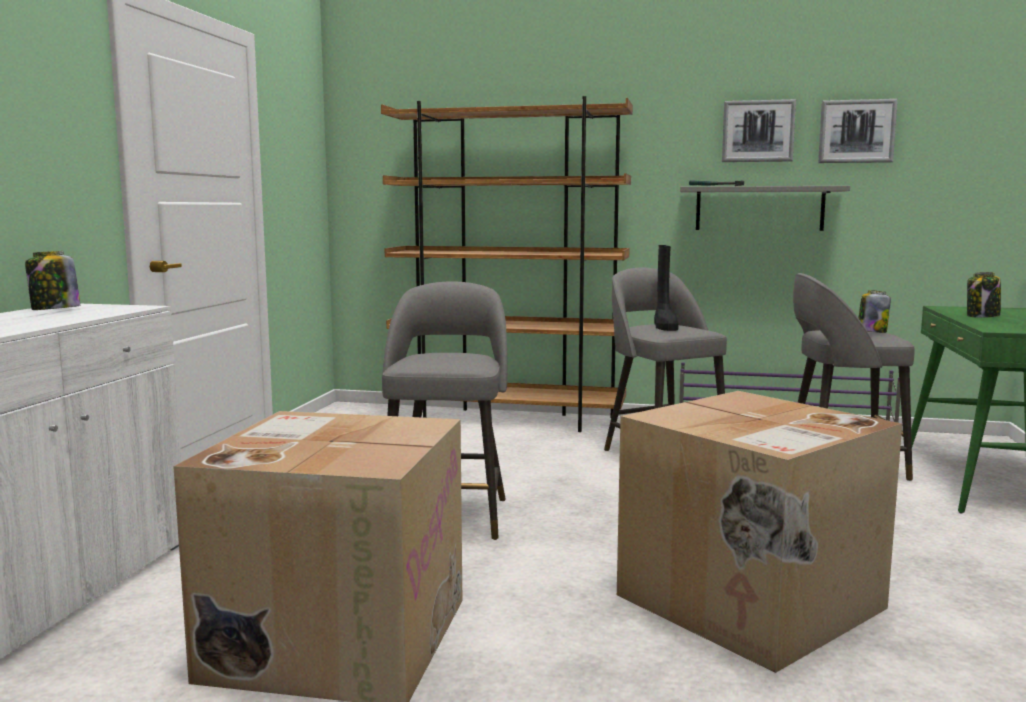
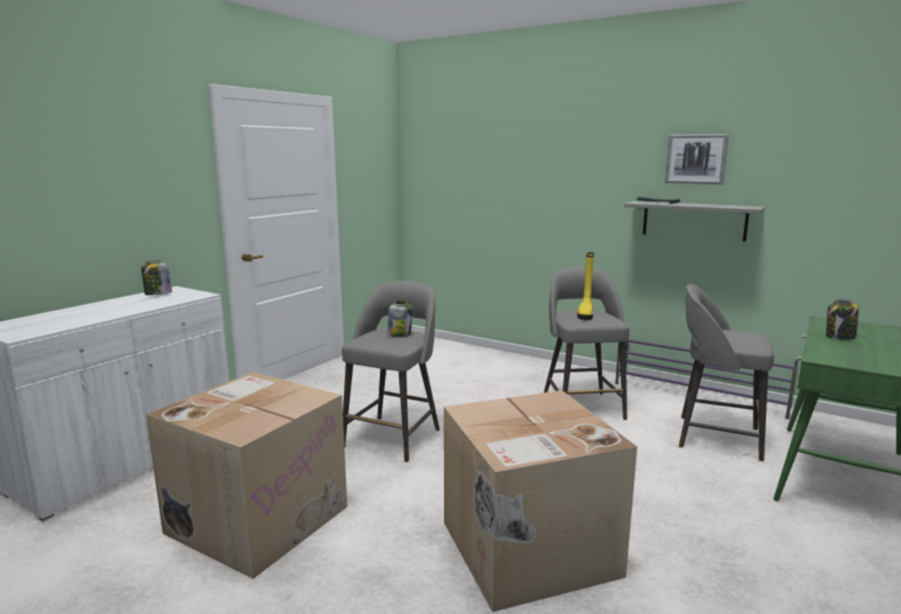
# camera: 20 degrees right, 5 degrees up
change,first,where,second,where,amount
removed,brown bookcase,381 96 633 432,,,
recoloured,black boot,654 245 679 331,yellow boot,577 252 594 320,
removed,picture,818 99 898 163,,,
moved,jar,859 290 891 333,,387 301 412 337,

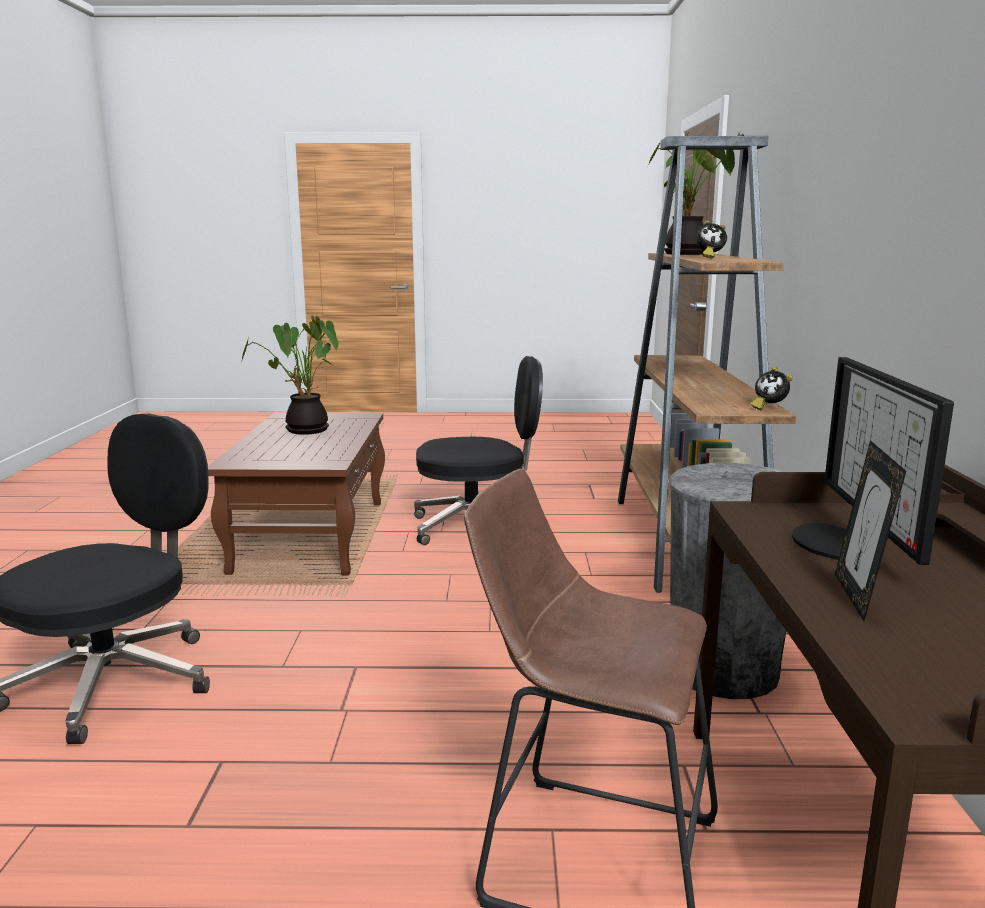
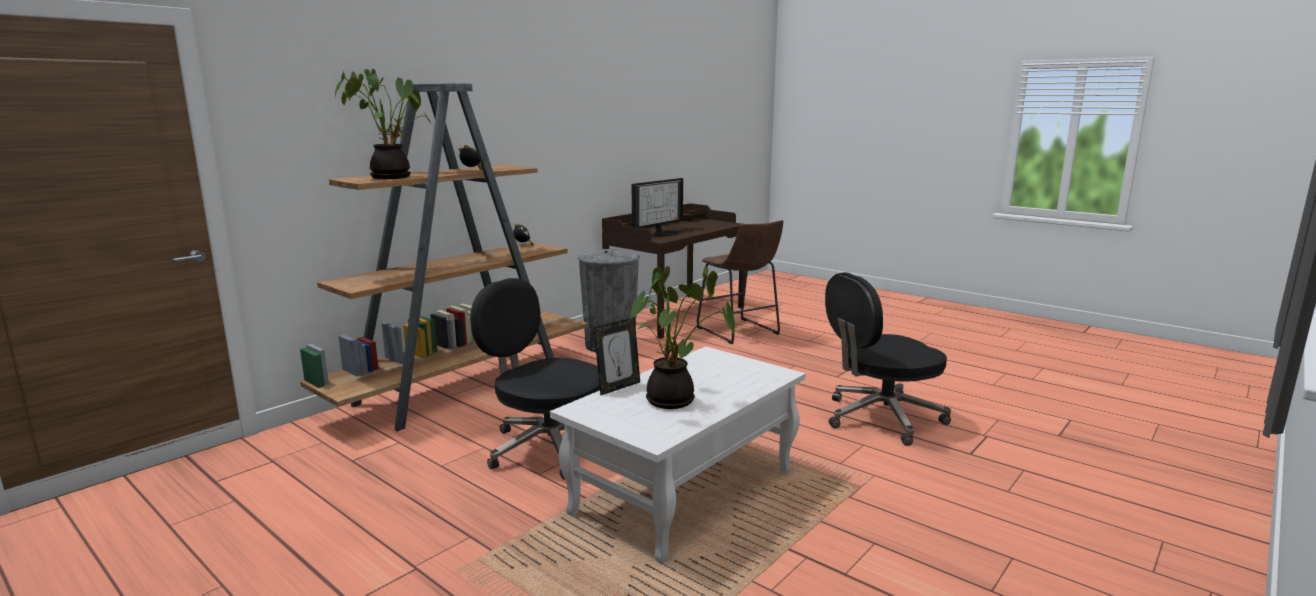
# camera: 140 degrees left, 0 degrees up
change,first,where,second,where,amount
recoloured,brown coffee table,208 413 385 575,white coffee table,550 346 806 563,
moved,picture frame,835 440 906 621,,594 317 640 396,

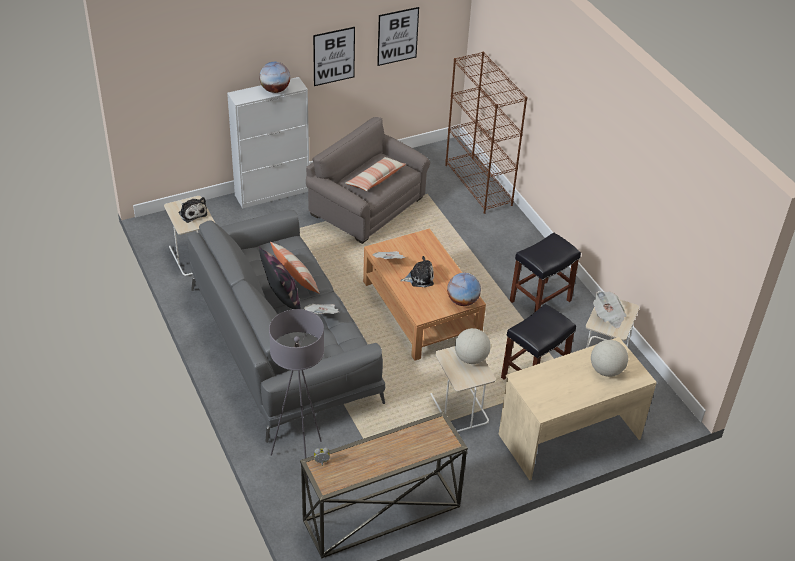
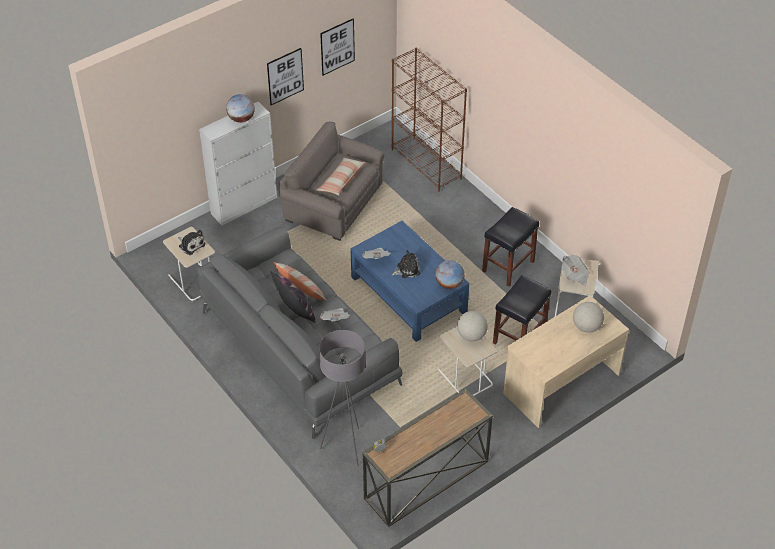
# camera: 10 degrees left, 5 degrees up
change,first,where,second,where,amount
recoloured,brown coffee table,363 228 486 361,blue coffee table,350 221 470 342,

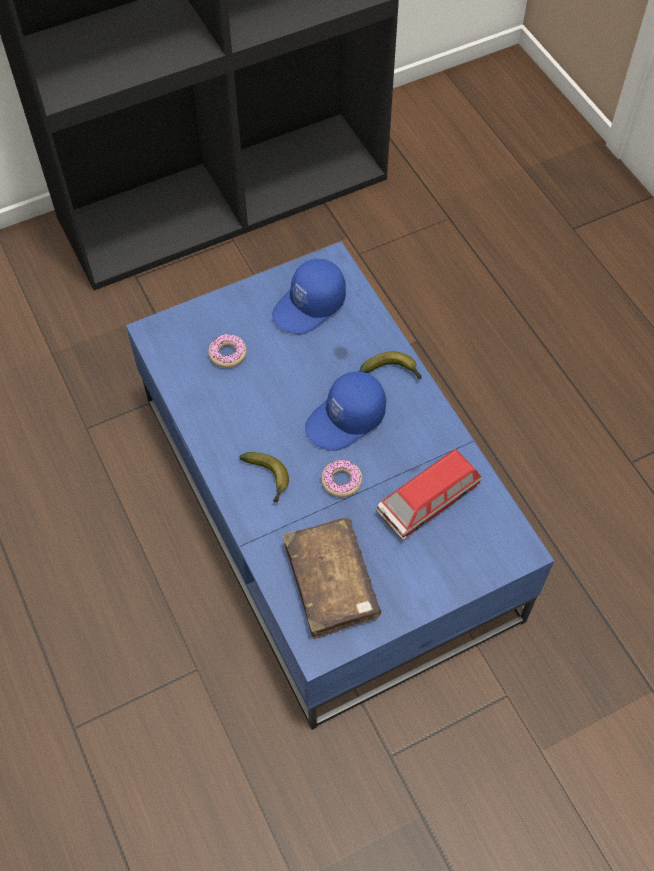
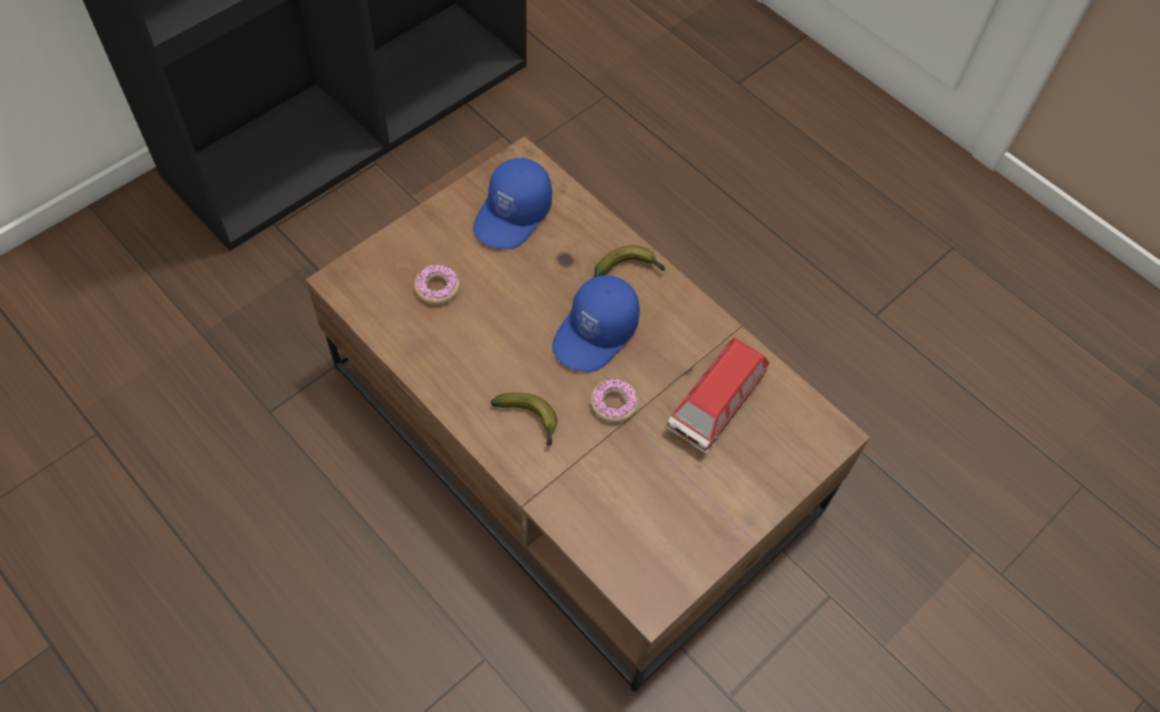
# camera: 20 degrees left, 0 degrees up
change,first,where,second,where,amount
recoloured,blue coffee table,126 242 554 730,brown coffee table,306 136 870 692,
removed,brown book,283 518 381 640,,,

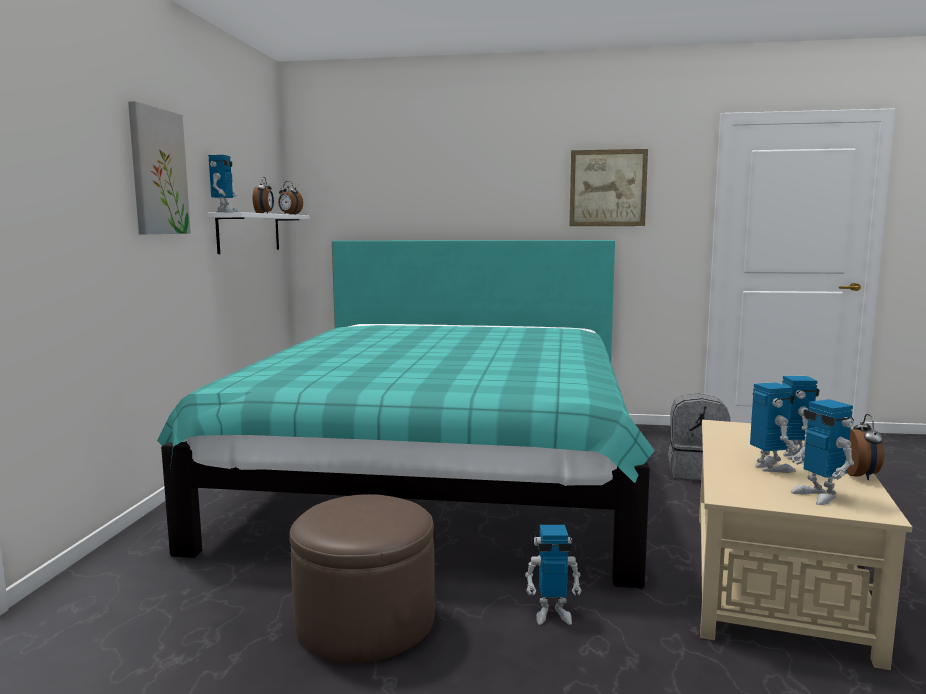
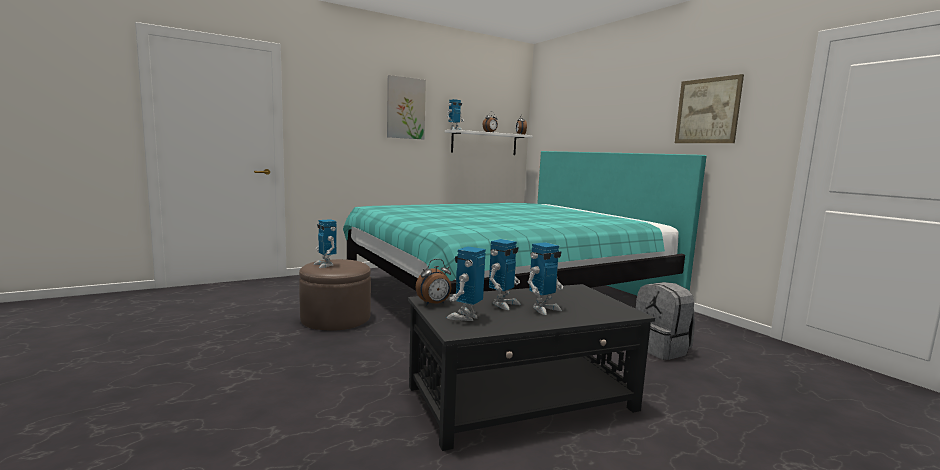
# camera: 50 degrees right, 0 degrees up
change,first,where,second,where,amount
moved,toy robot,525 525 582 625,,313 219 337 268,
recoloured,beige coffee table,699 420 912 670,black coffee table,408 284 655 451,
moved,alarm clock,847 414 884 480,,416 259 451 306,

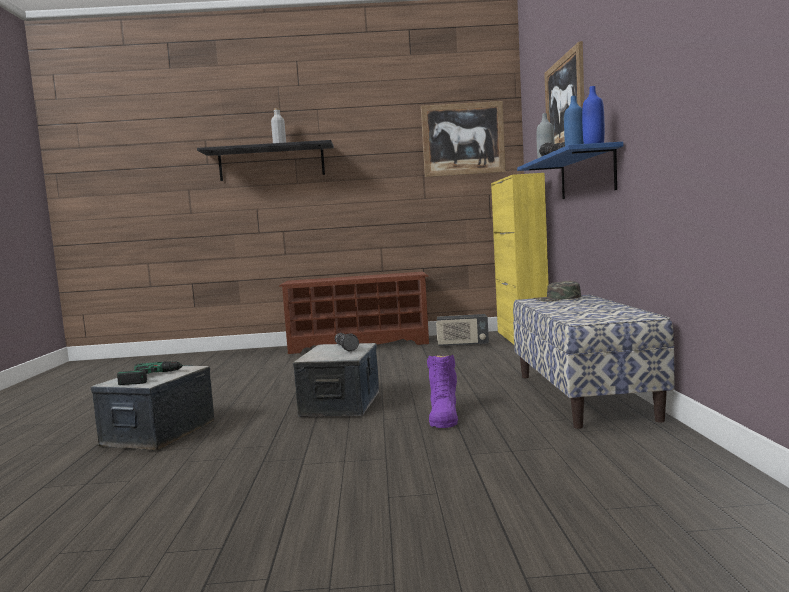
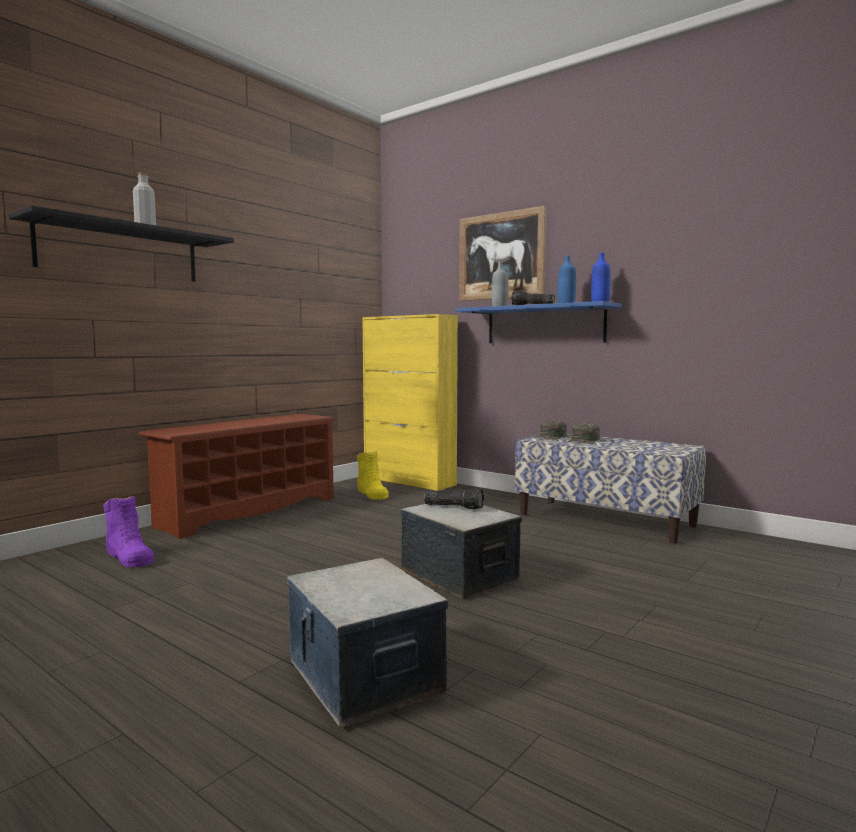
# camera: 50 degrees left, 0 degrees up
change,first,where,second,where,amount
removed,power drill,117 361 190 385,,,
removed,picture,421 101 506 177,,,
moved,purple boot,427 355 458 428,,104 495 154 568,
replaced,radio,436 314 489 347,yellow boot,357 451 389 500,
added,,,green cap,568 423 600 444,

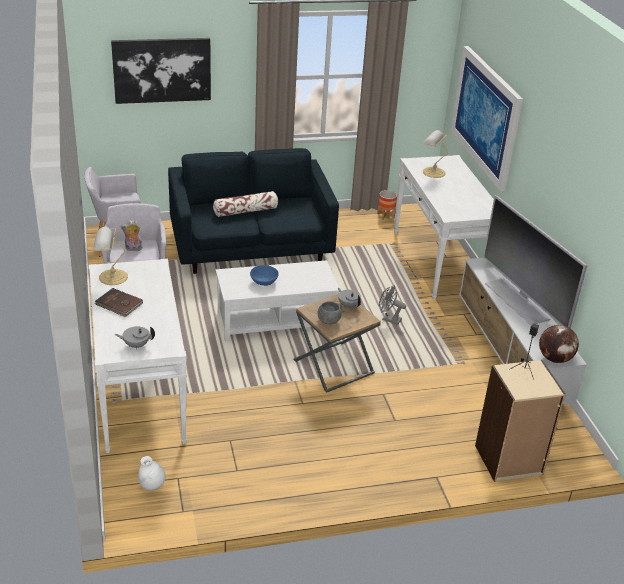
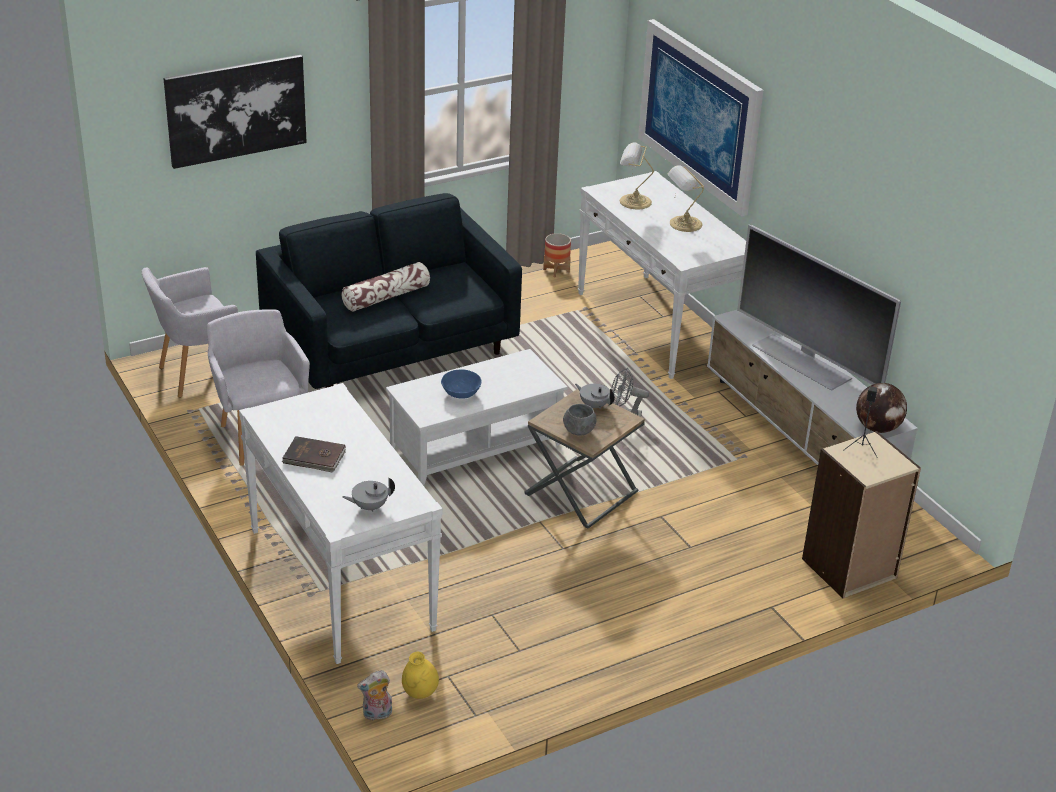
# camera: 15 degrees left, 0 degrees up
change,first,where,second,where,amount
moved,table lamp,93 227 128 285,,668 165 704 232,
moved,plush toy,121 220 143 251,,357 670 392 721,
recoloured,white vase,138 456 166 491,yellow vase,402 652 439 699,

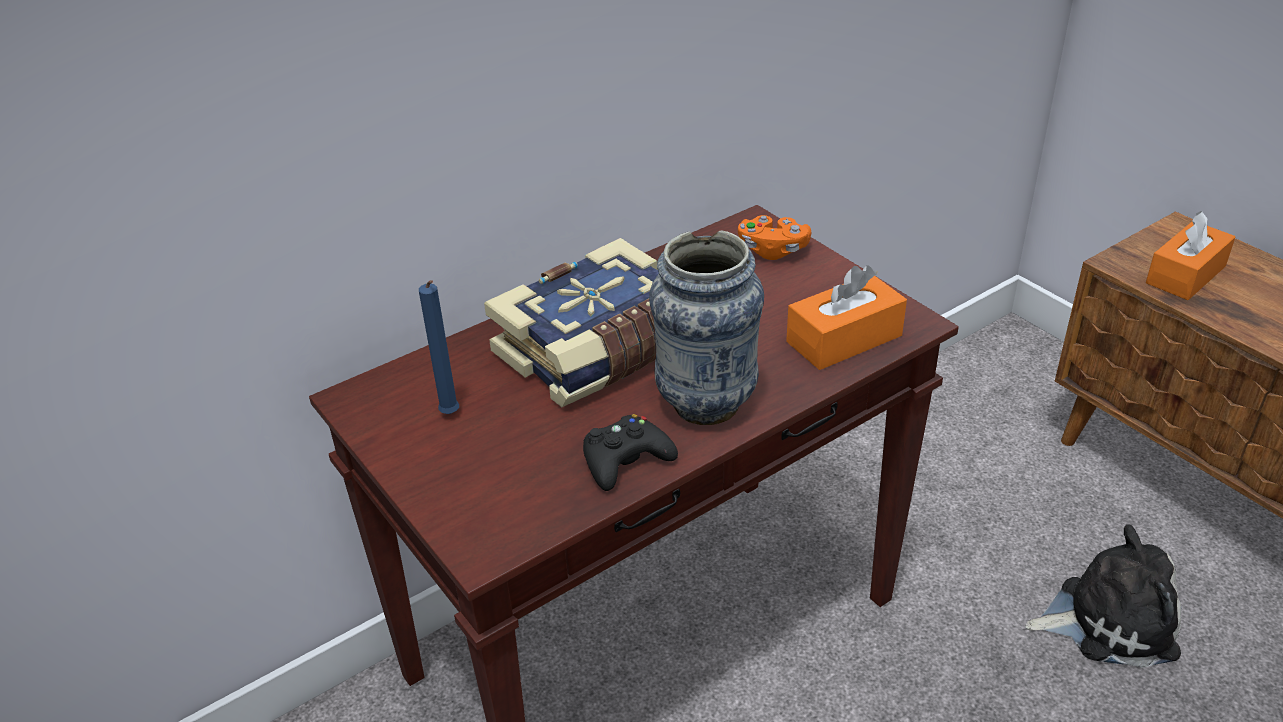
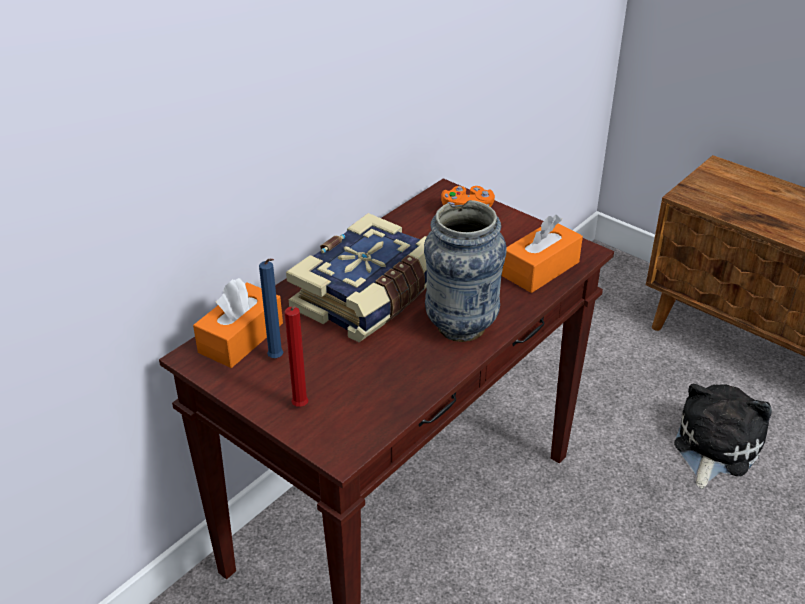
# camera: 15 degrees left, 0 degrees up
change,first,where,second,where,amount
removed,black game controller,583 414 678 491,,,
turned,plush toy,1025 524 1181 668,,674 384 772 489,45 degrees counterclockwise
moved,orange tissue box,1146 211 1235 300,,193 278 283 368,
added,,,red candle,285 306 308 407,

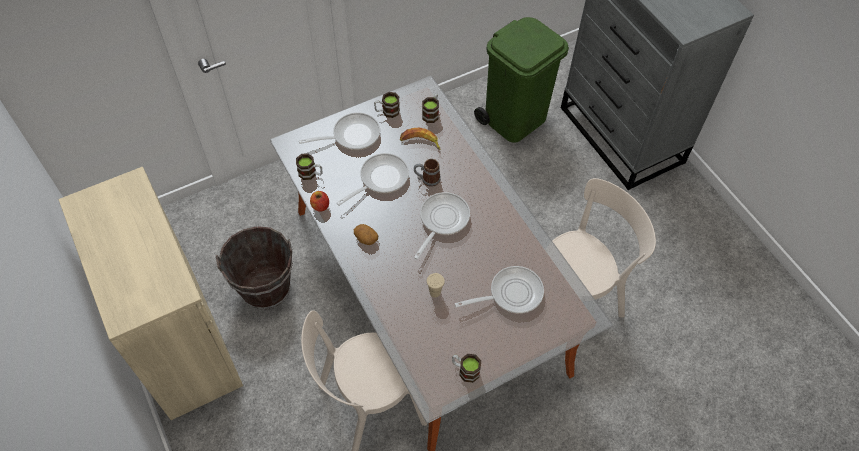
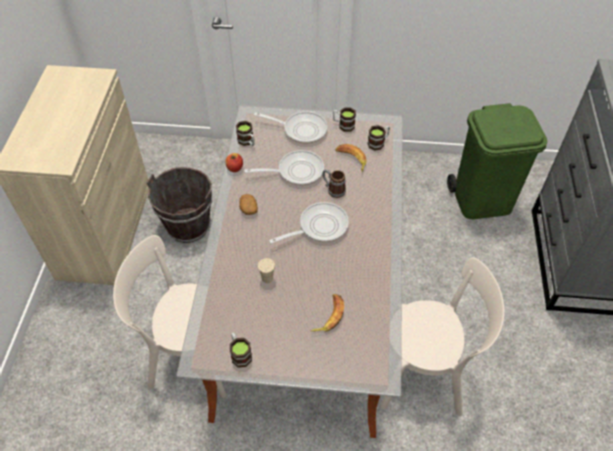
# camera: 35 degrees right, 5 degrees down
change,first,where,second,where,amount
replaced,frying pan,455 266 544 314,banana,311 294 344 332,

